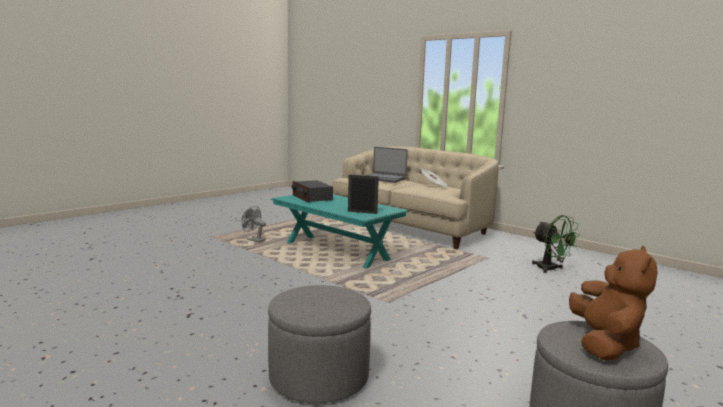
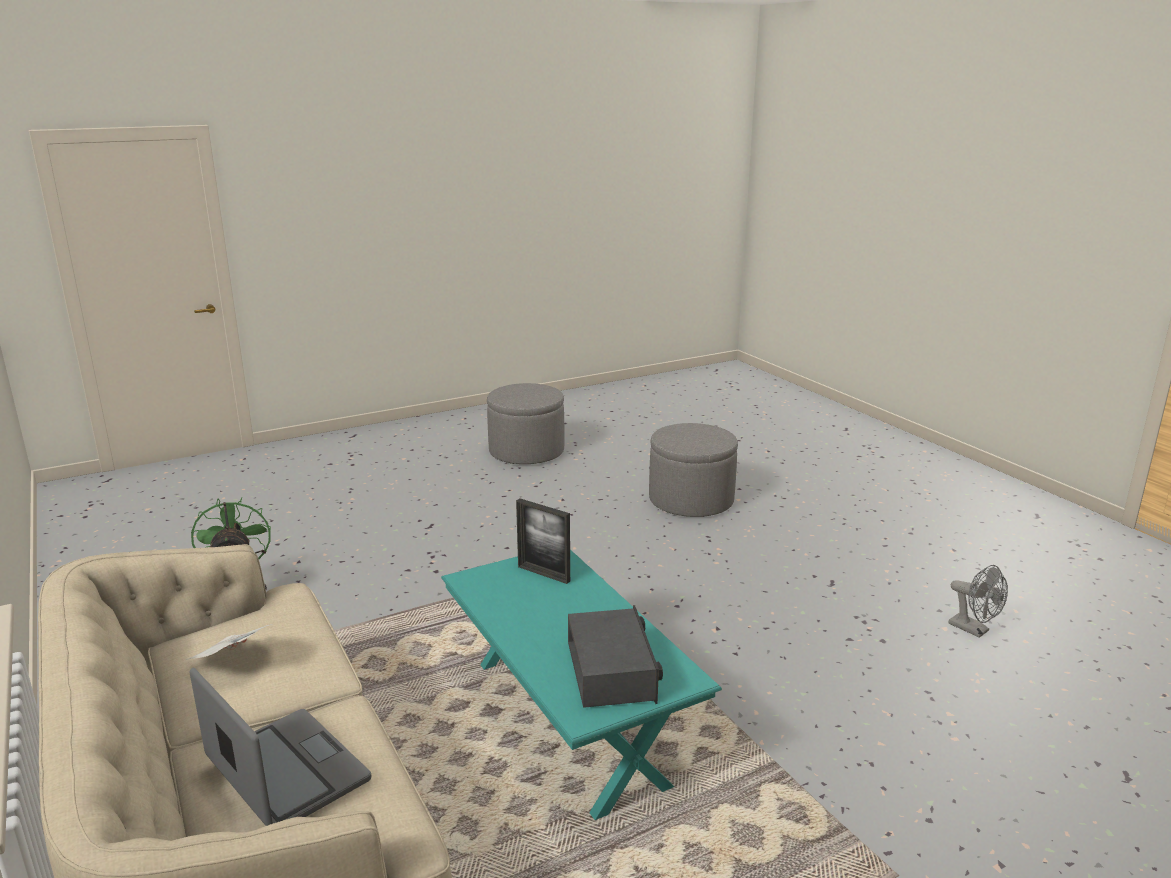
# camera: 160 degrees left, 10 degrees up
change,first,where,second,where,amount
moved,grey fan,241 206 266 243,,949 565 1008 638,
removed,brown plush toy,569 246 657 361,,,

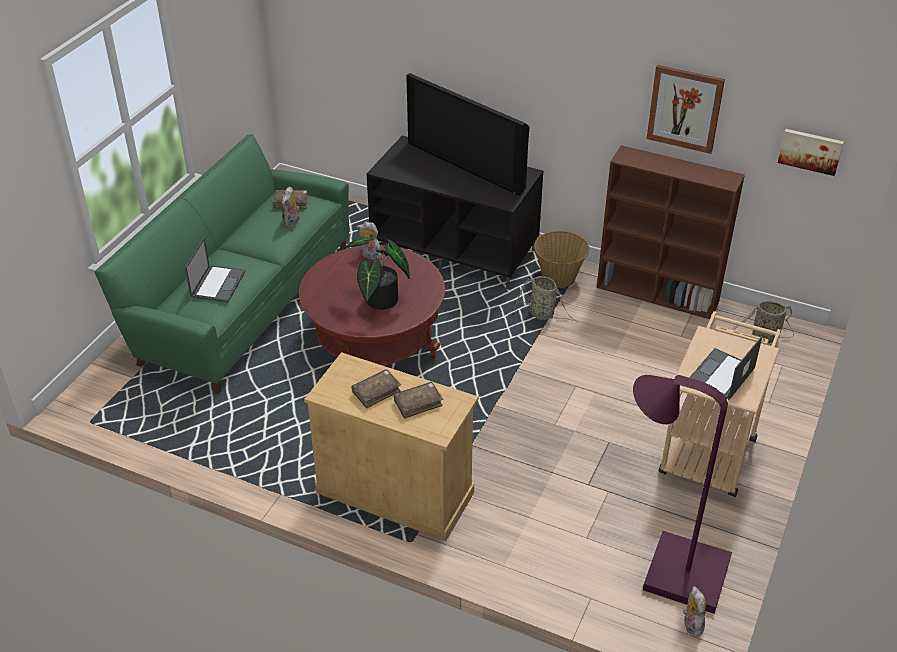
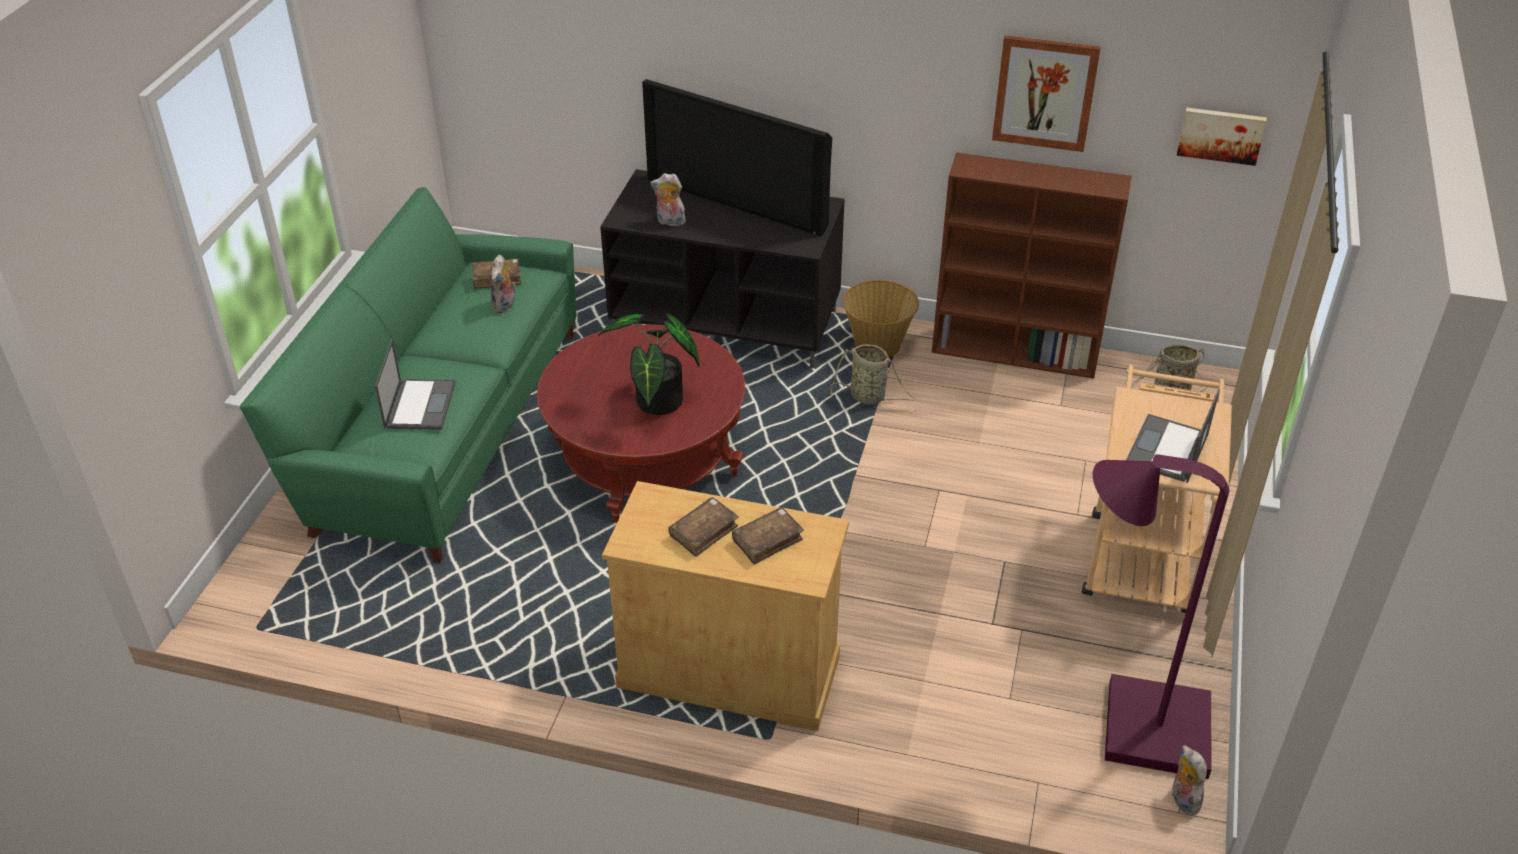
# camera: 10 degrees left, 0 degrees up
change,first,where,second,where,amount
moved,plush toy,356 222 381 260,,651 173 686 226,

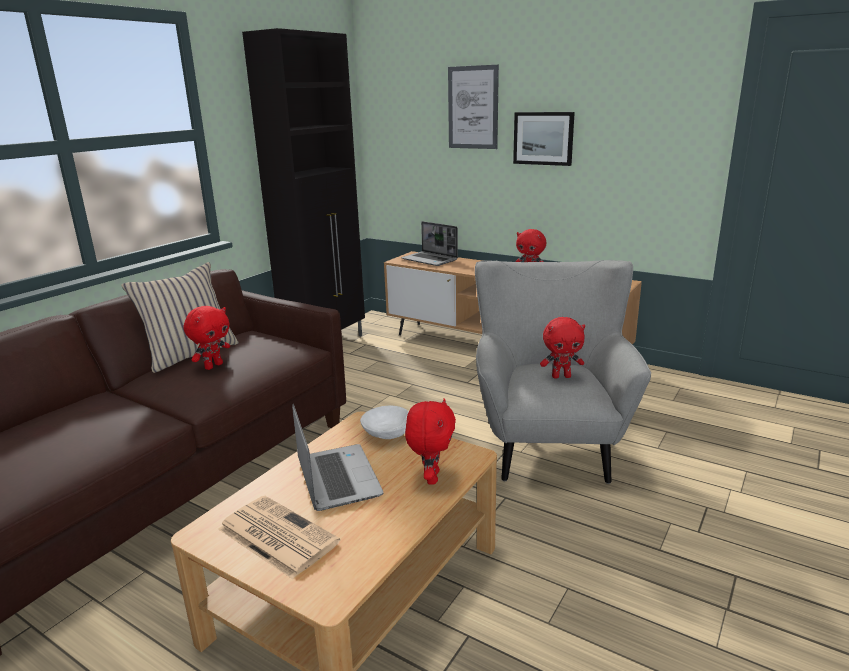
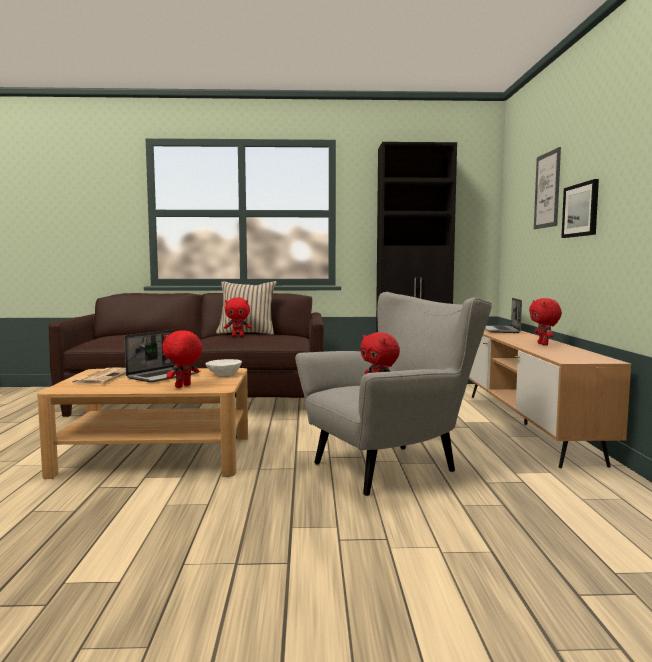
# camera: 55 degrees right, 15 degrees down
change,first,where,second,where,amount
turned,red plush toy,405 398 456 485,,162 330 203 388,150 degrees clockwise

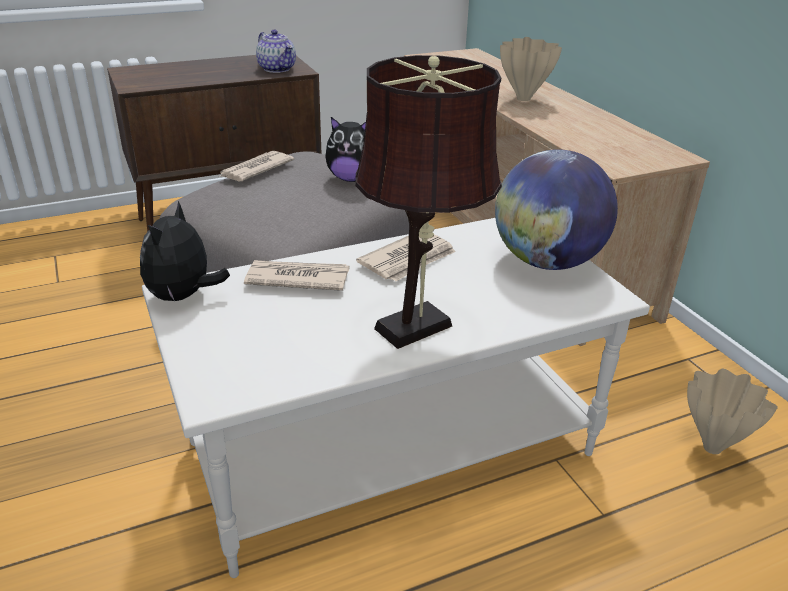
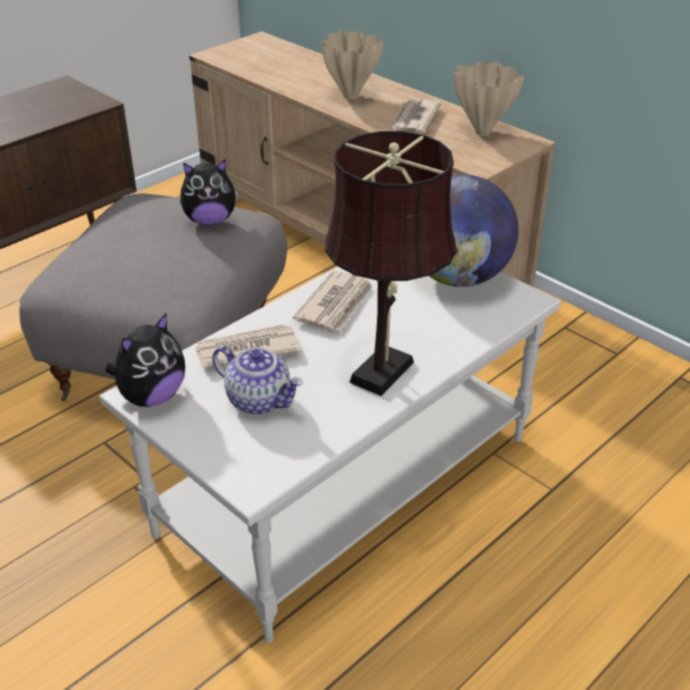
# camera: 20 degrees left, 5 degrees up
change,first,where,second,where,amount
turned,plush toy,140 201 230 301,,105 312 185 407,135 degrees counterclockwise
moved,newspaper,220 151 294 182,,391 99 441 134,
moved,teapot,256 29 296 73,,212 346 303 415,
moved,beige vase,687 369 778 454,,453 61 524 136,

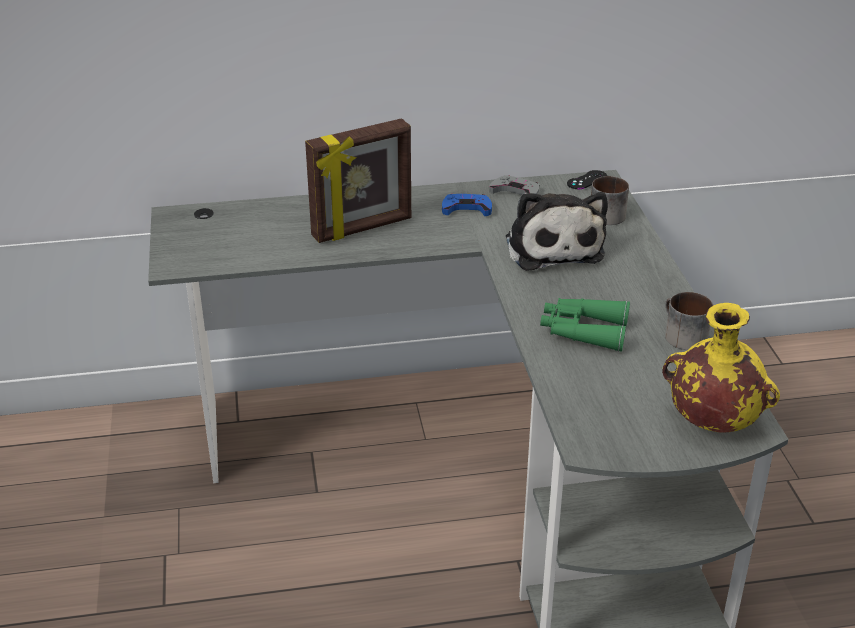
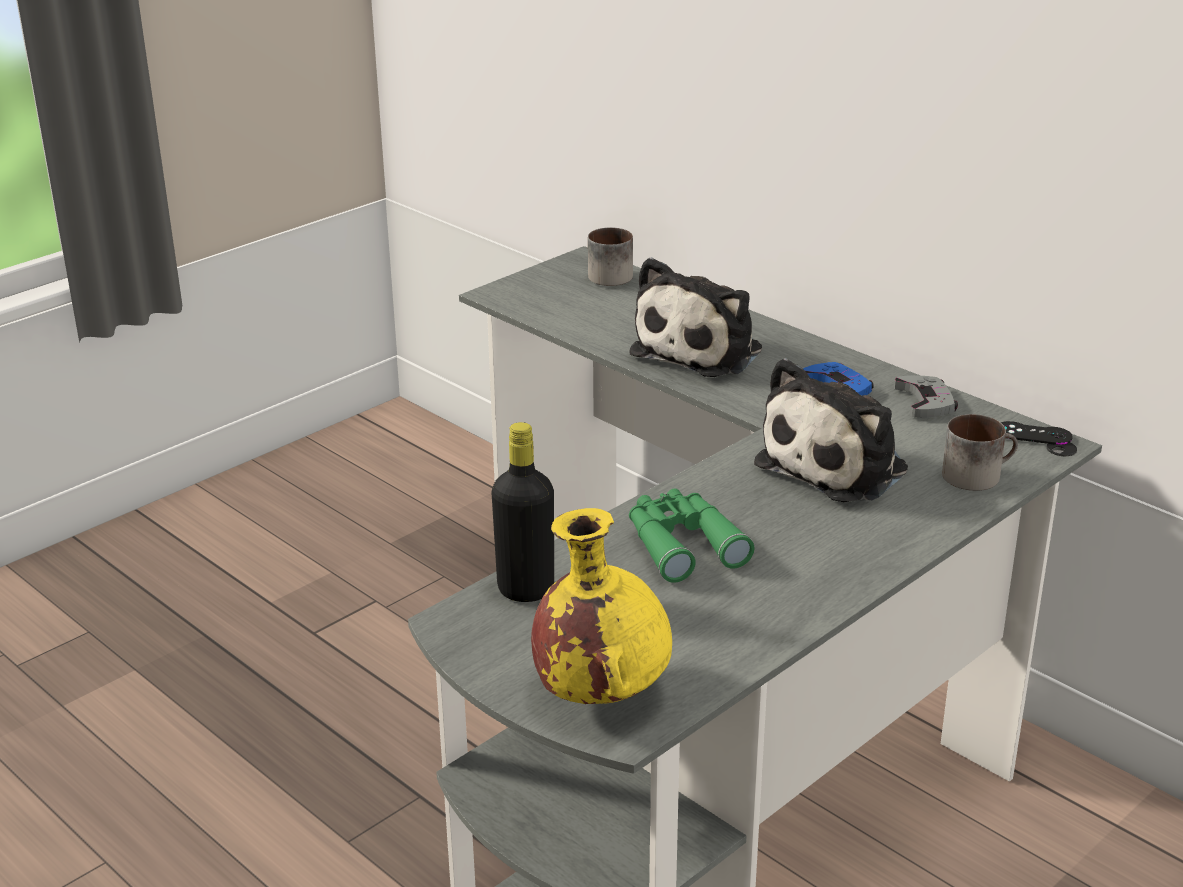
# camera: 55 degrees right, 5 degrees down
change,first,where,second,where,amount
replaced,picture frame,305 118 411 243,plush toy,629 257 762 377,
moved,mug,665 292 713 350,,588 228 633 286,
added,,,black bottle,492 422 554 602,

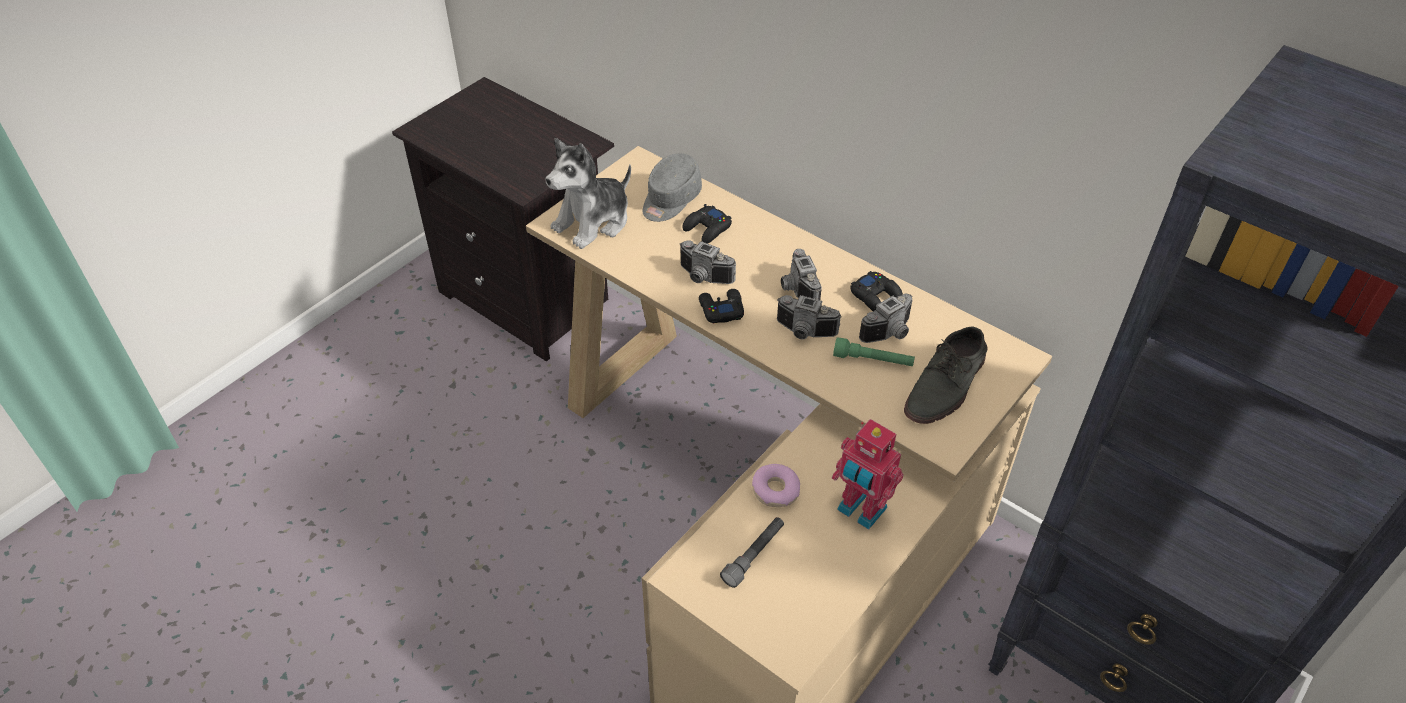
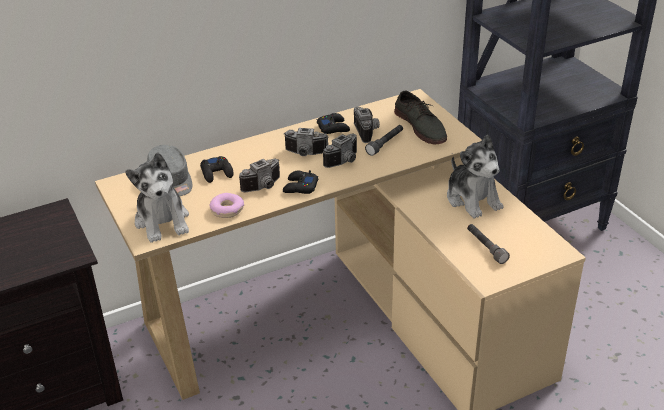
# camera: 65 degrees left, 10 degrees down
change,first,where,second,where,amount
moved,donut,752 464 800 507,,210 193 244 218,
replaced,toy robot,832 419 904 530,plush toy,447 135 503 219,
recoloured,green flashlight,833 337 915 366,grey flashlight,365 125 403 156,

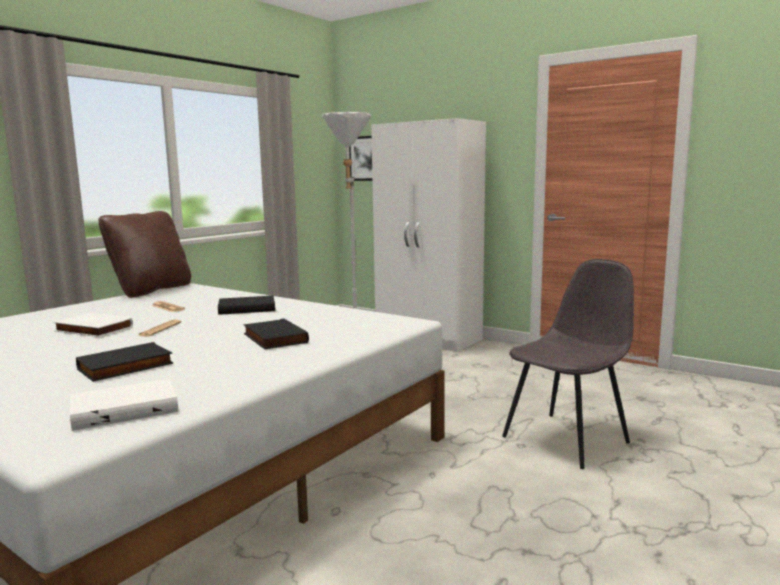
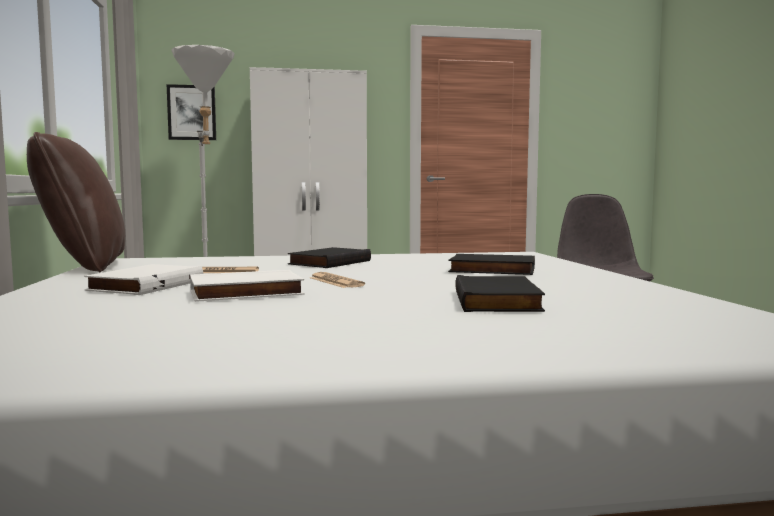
# camera: 45 degrees left, 5 degrees down
change,first,where,second,where,amount
moved,white book,70 379 178 431,,84 264 203 295,

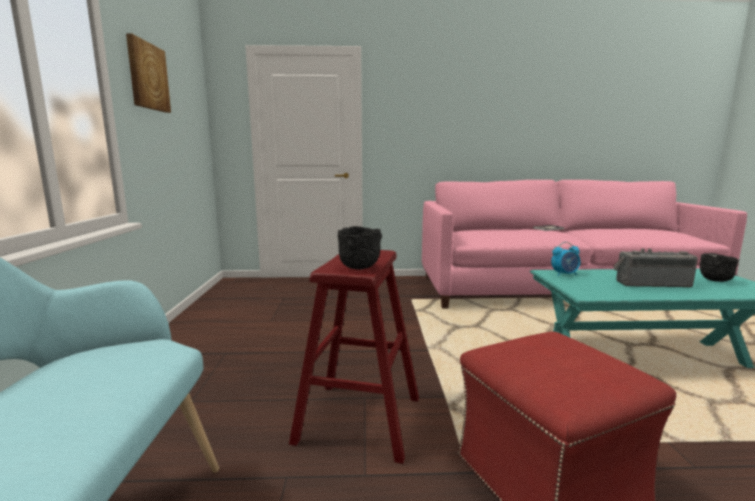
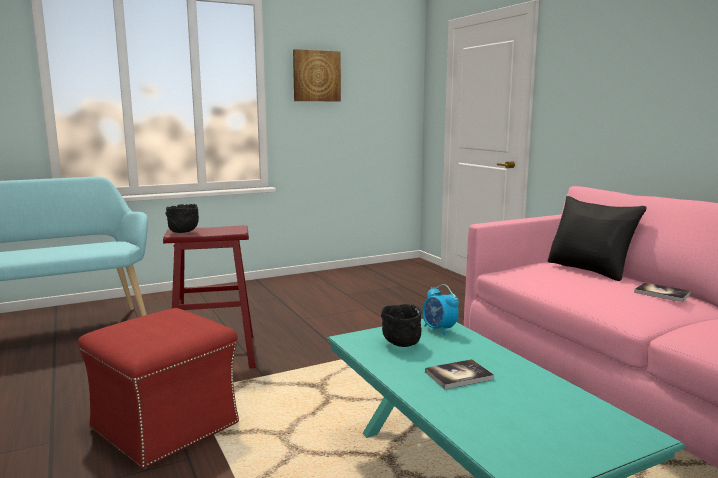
# camera: 65 degrees right, 0 degrees up
change,first,where,second,where,amount
replaced,radio,613 249 698 287,book,425 359 494 389,
moved,black bowl,700 253 739 282,,381 304 422 347,
added,,,black pillow,548 196 647 281,

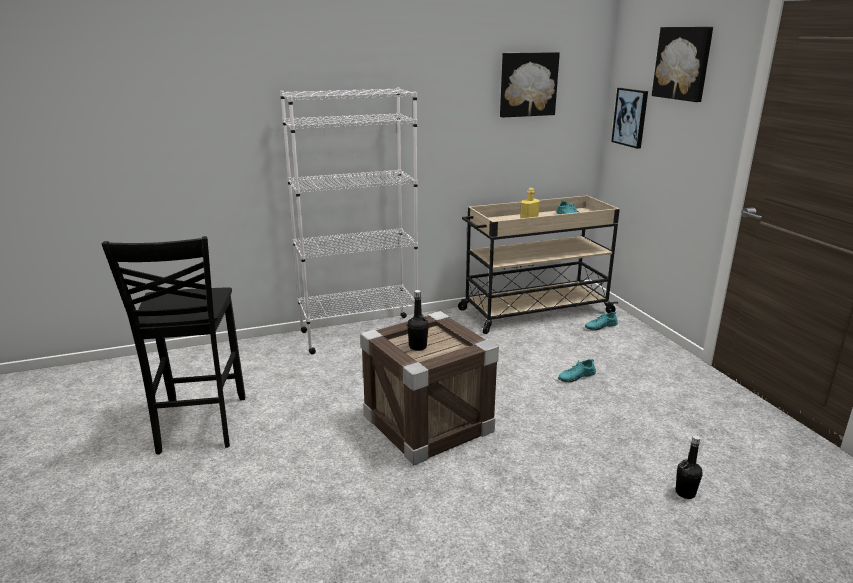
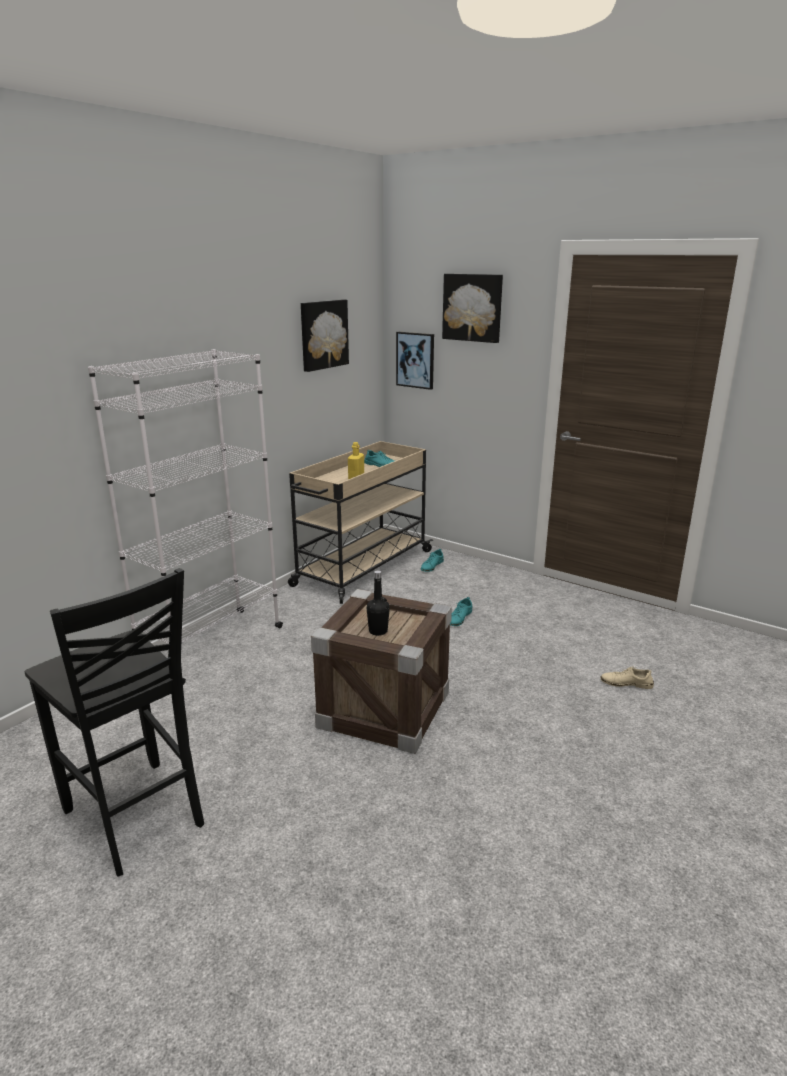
# camera: 35 degrees left, 0 degrees up
change,first,where,second,where,amount
replaced,black bottle,676 435 703 499,beige shoe,600 666 654 689,

